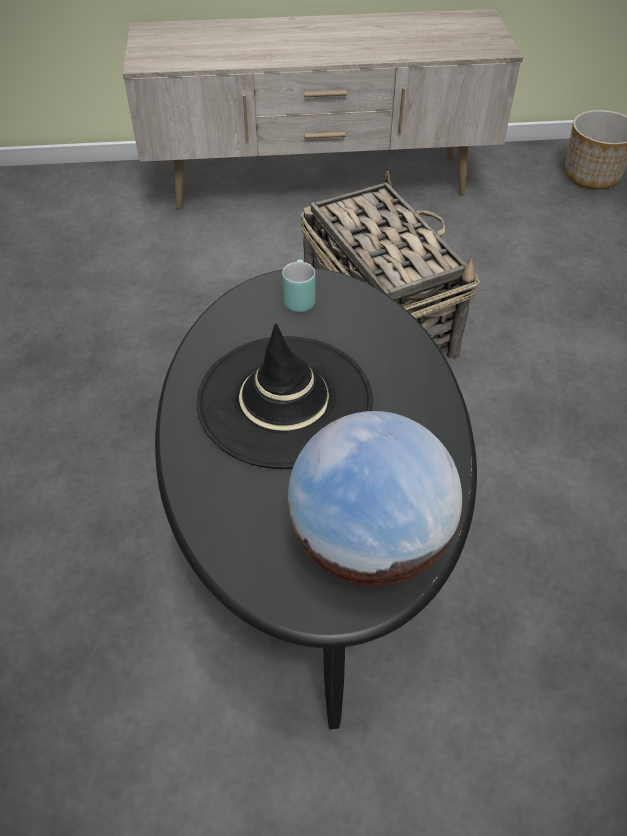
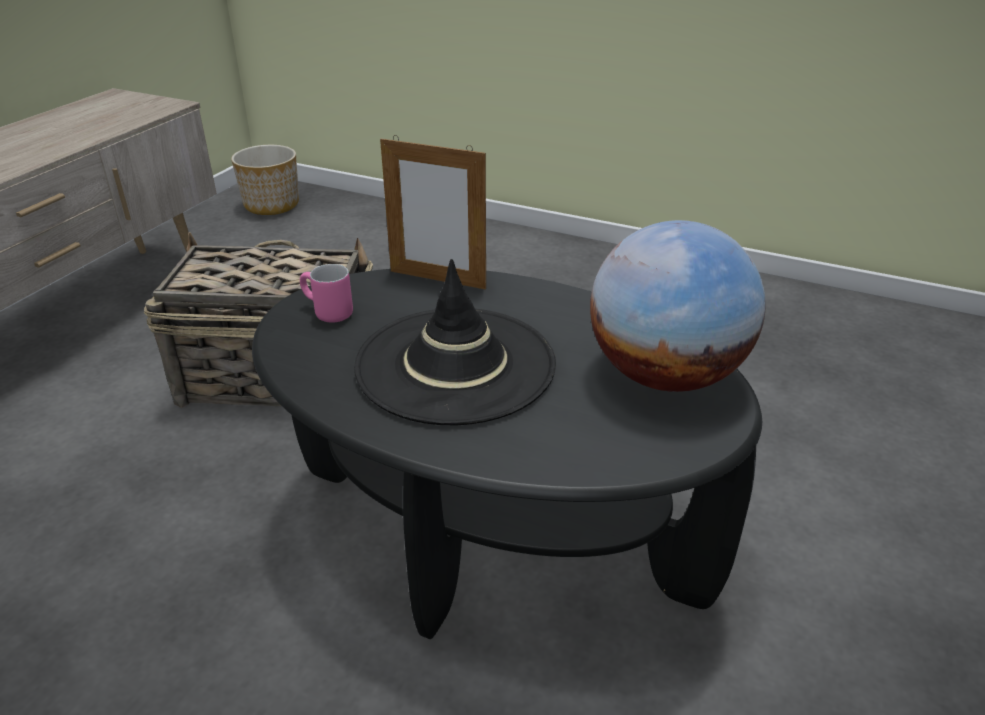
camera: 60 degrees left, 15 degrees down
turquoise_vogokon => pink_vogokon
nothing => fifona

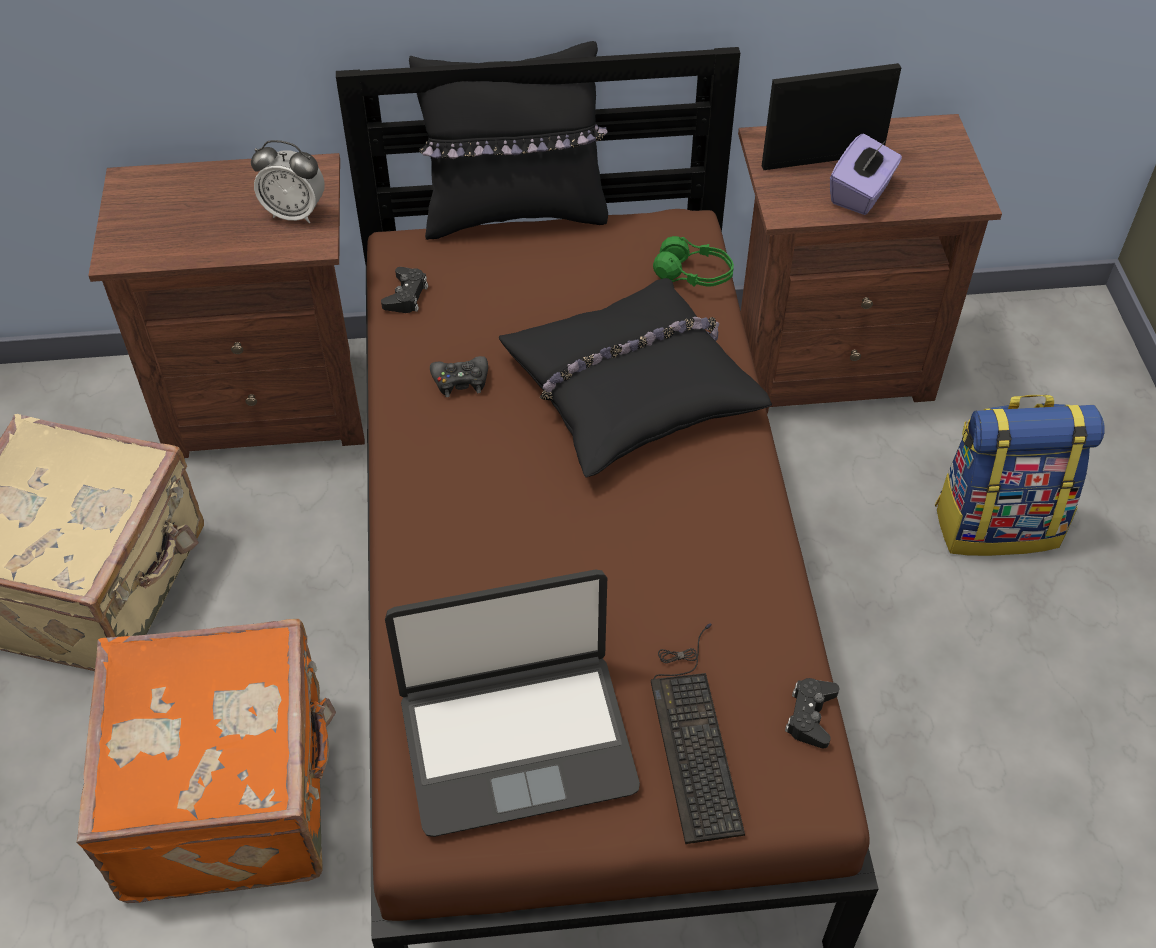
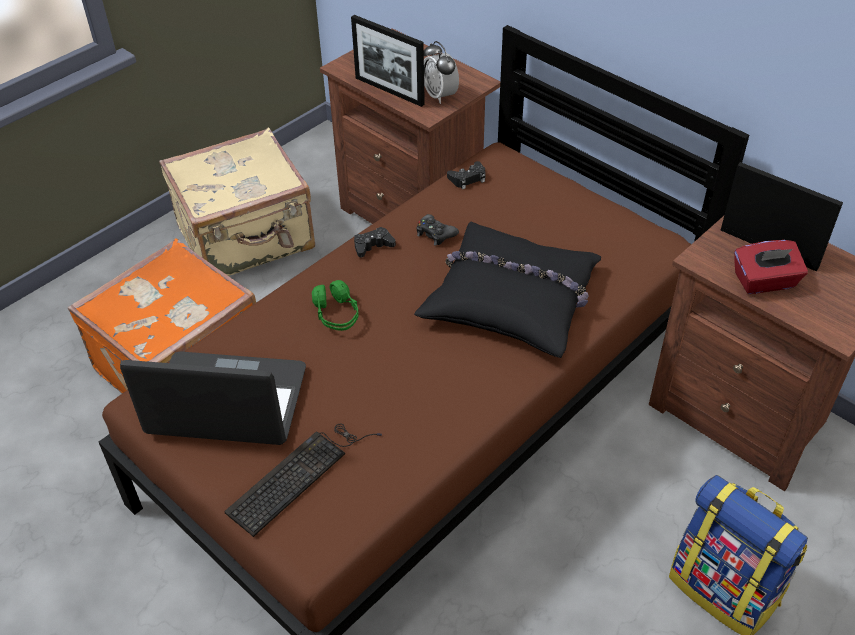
camera: 50 degrees right, 5 degrees down
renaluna, 150 degrees clockwise
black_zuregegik (1st from left) => nothing
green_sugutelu, moved
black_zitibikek (3rd from left in the first image) => black_zitibikek (1st from left), moved
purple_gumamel => red_gumamel
nothing => fifona (1st from left)

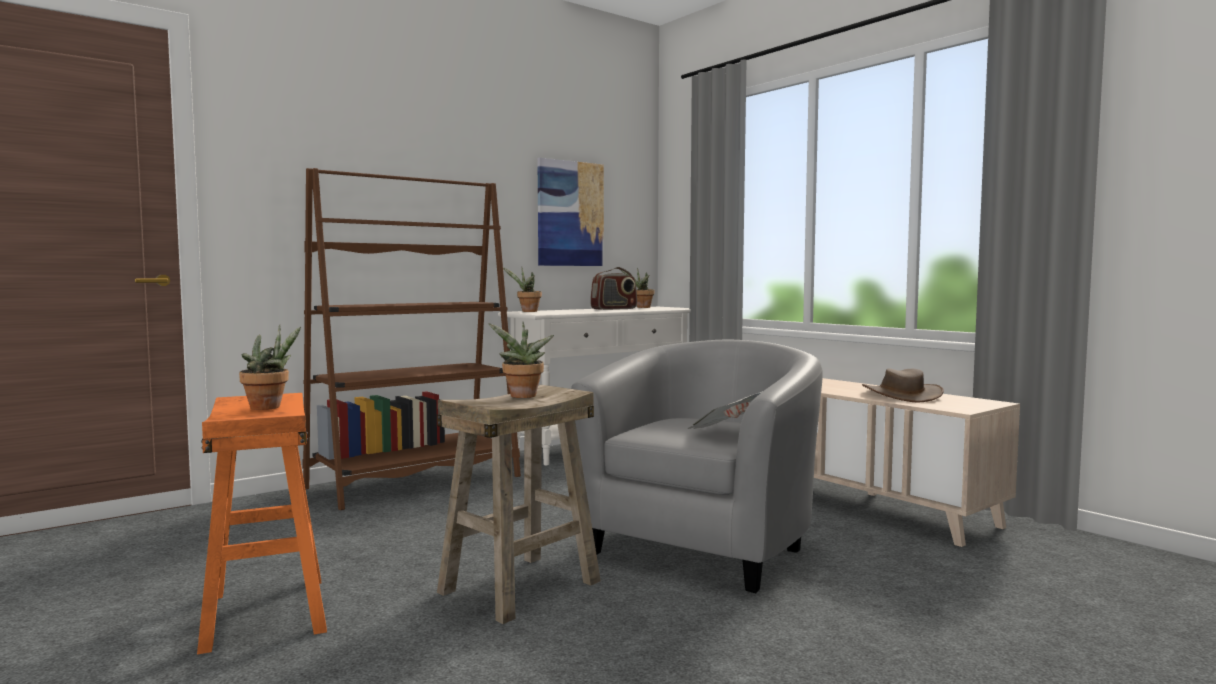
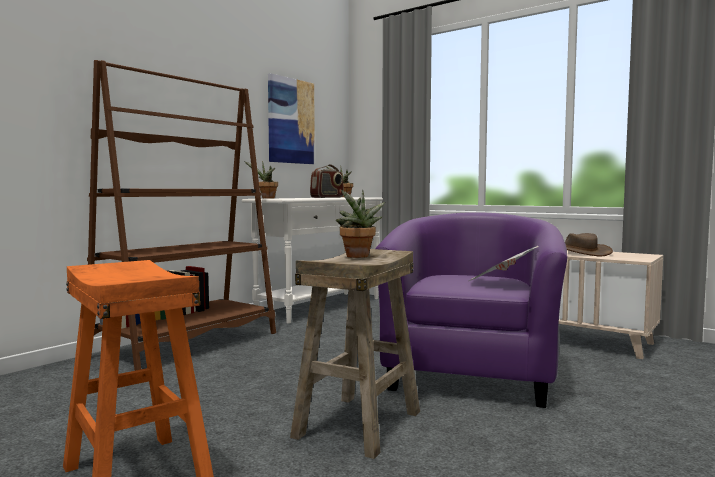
camera: 15 degrees left, 0 degrees up
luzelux (1st from left) => nothing
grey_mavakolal => purple_mavakolal

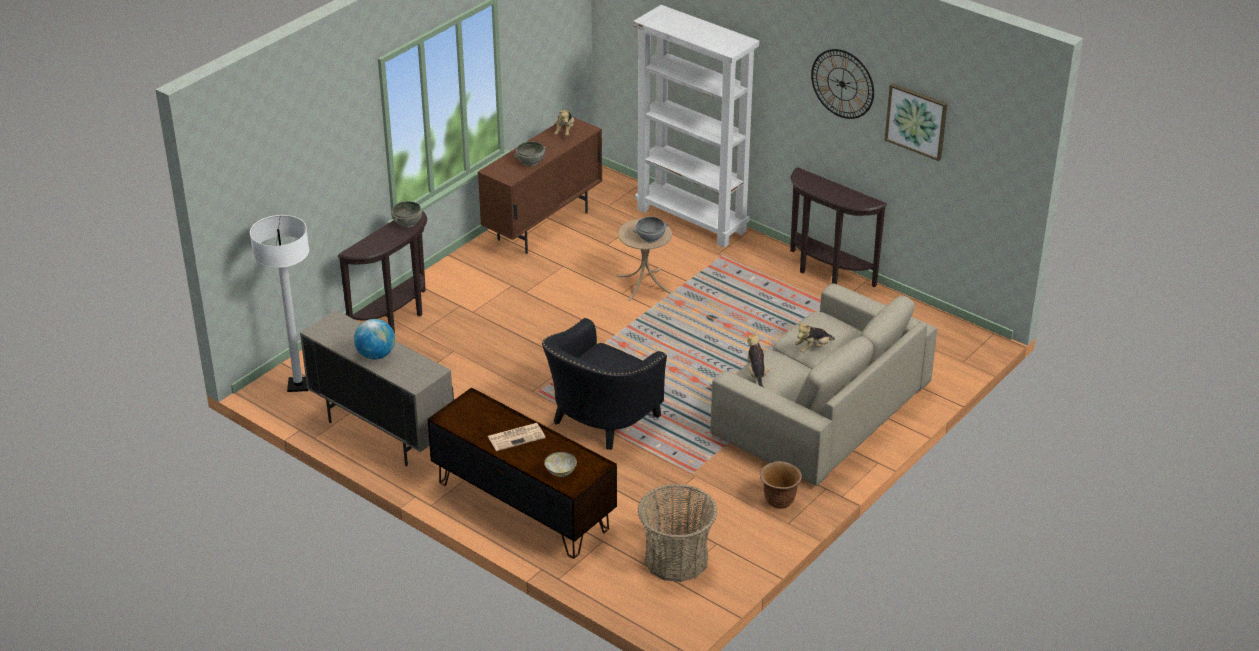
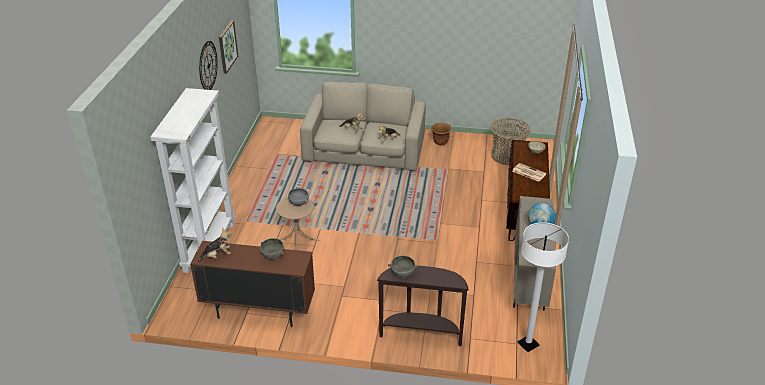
camera: 120 degrees left, 0 degrees up
black_mavakolal => nothing
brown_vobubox (2nd from left) => nothing

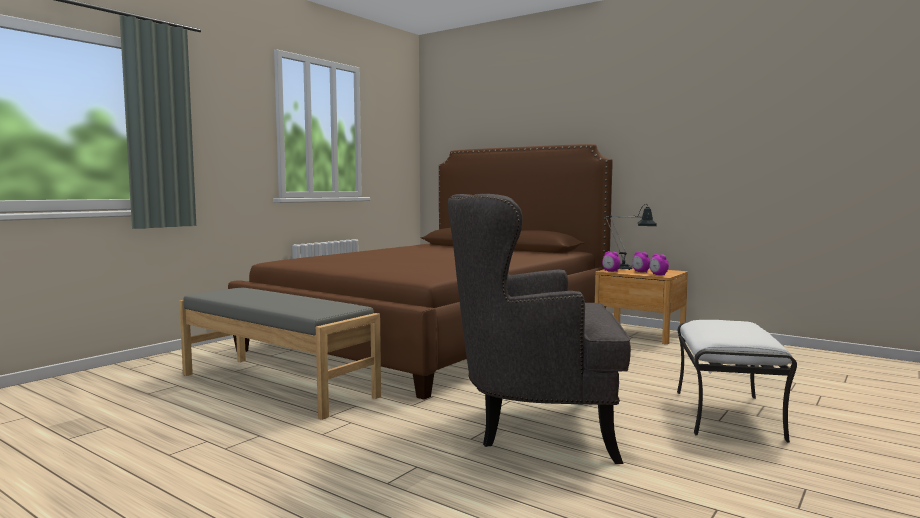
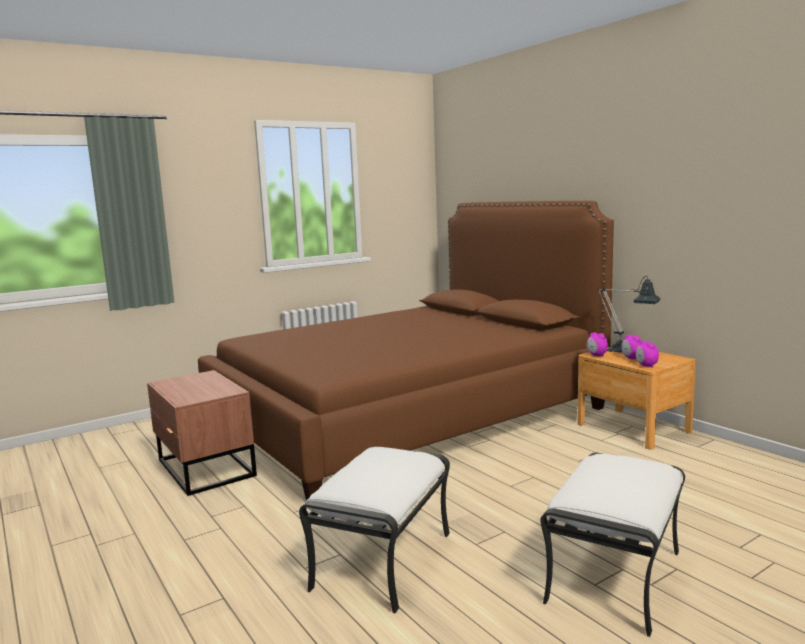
camera: 20 degrees right, 5 degrees up
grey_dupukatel => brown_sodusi (1st from left)
grey_mavakolal => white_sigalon (1st from left)

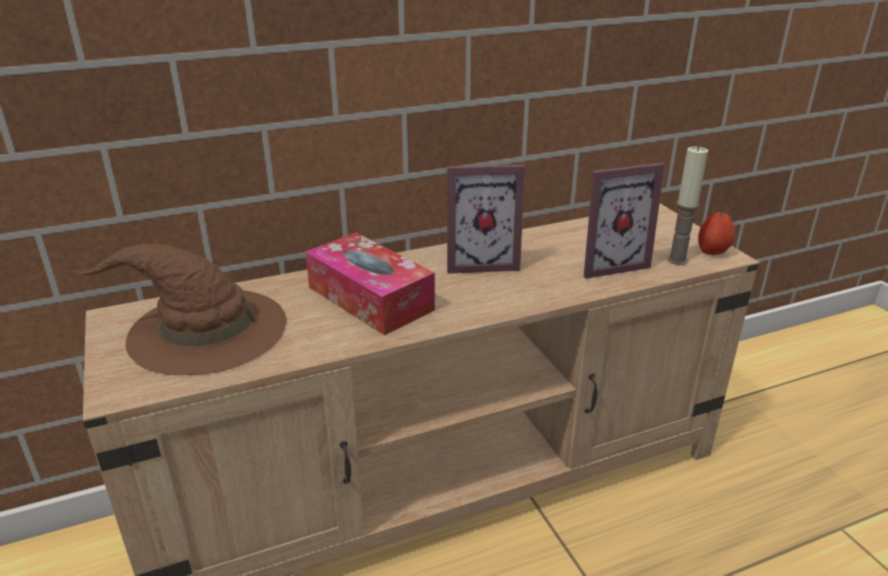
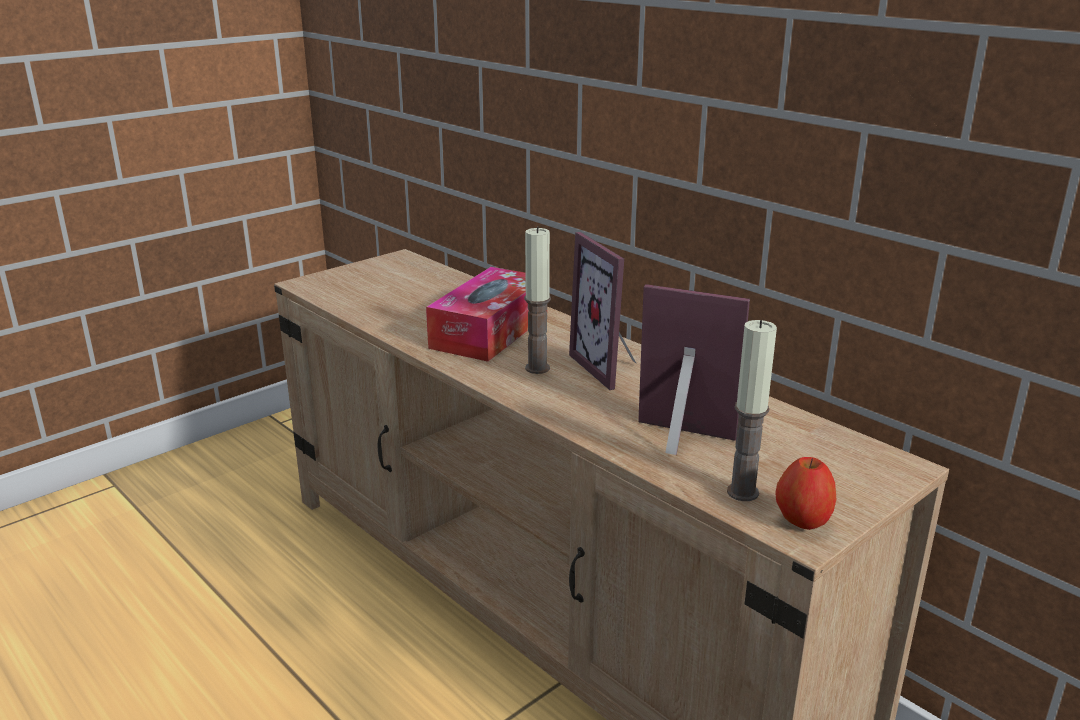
camera: 70 degrees right, 5 degrees down
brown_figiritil => nothing
fifona (2nd from left), 150 degrees clockwise
nothing => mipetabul (1st from left)

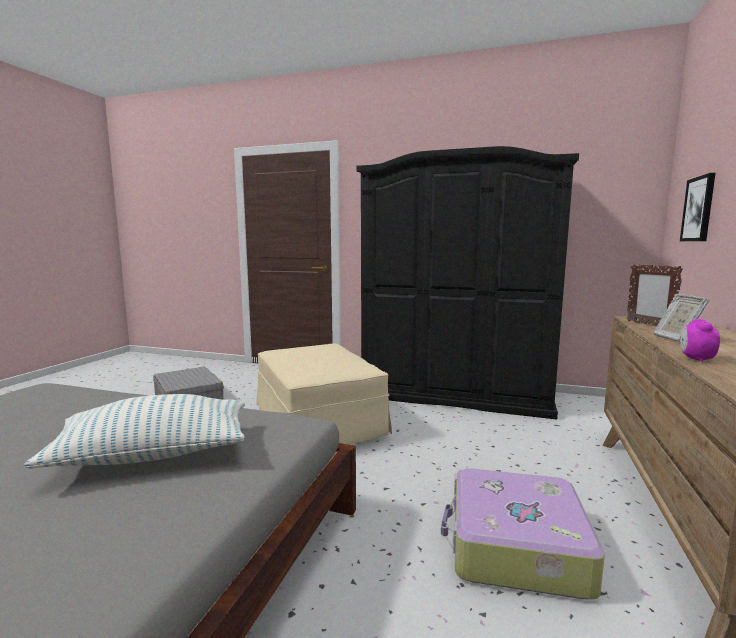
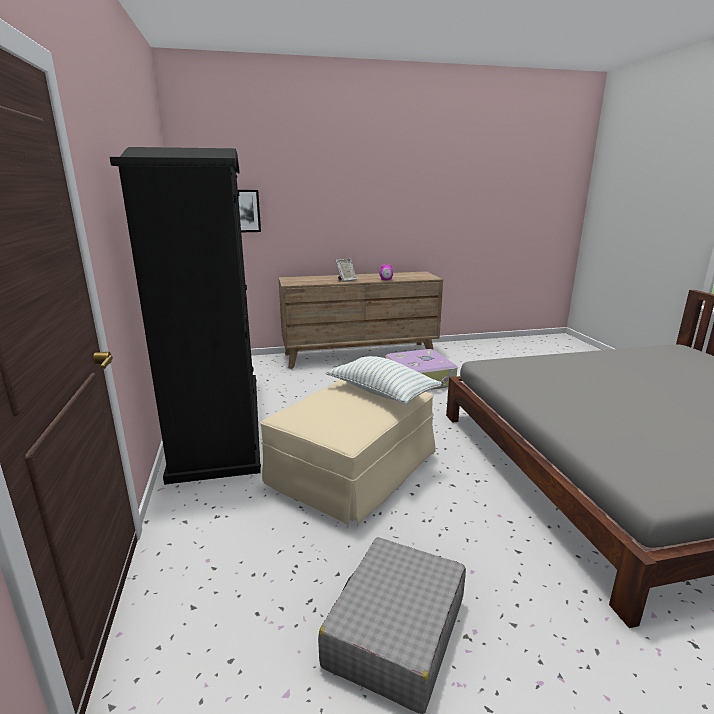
camera: 120 degrees left, 10 degrees up
zuregegik, moved
fifona (1st from left) => nothing

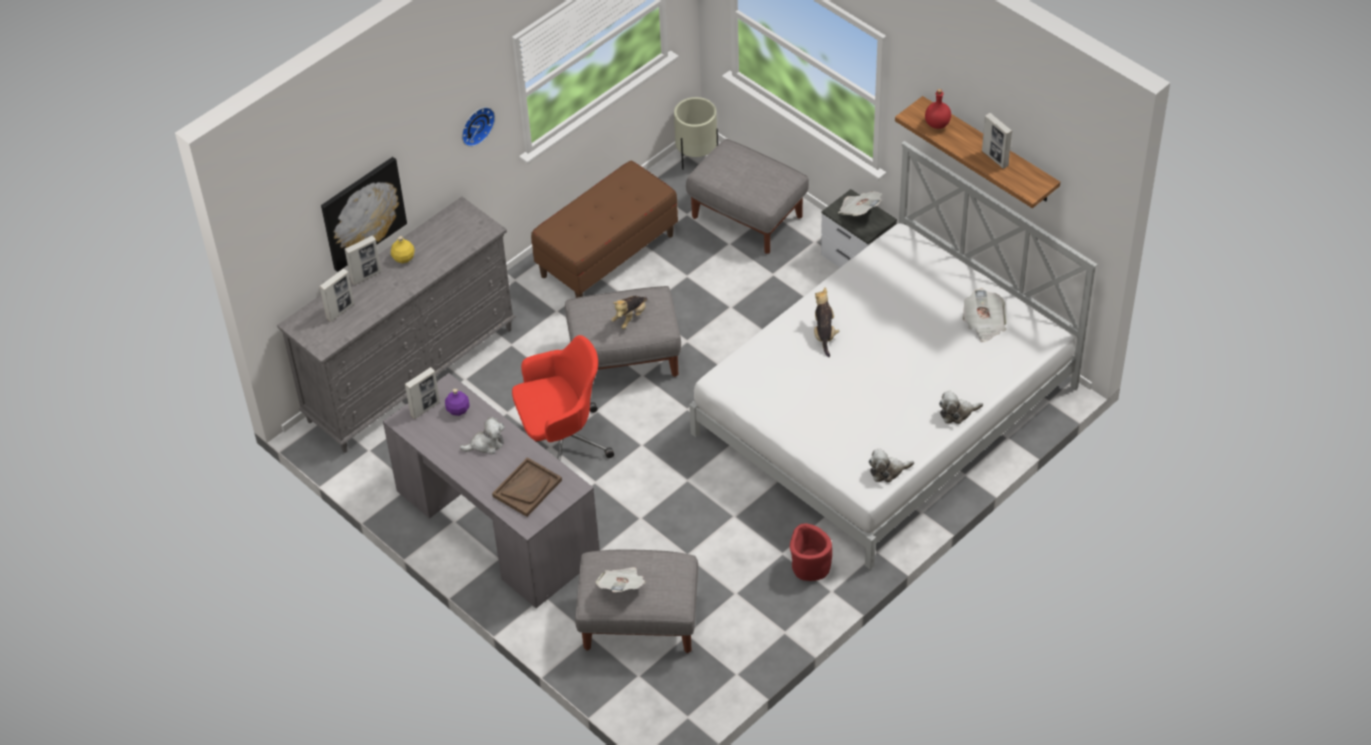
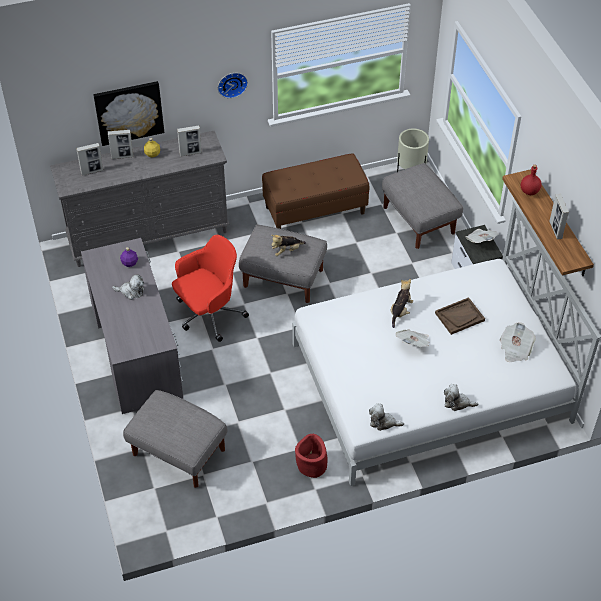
camera: 25 degrees right, 0 degrees up
fifona (3rd from left), moved
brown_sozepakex, moved
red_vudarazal, 45 degrees counterclockwise
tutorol (1st from left), moved

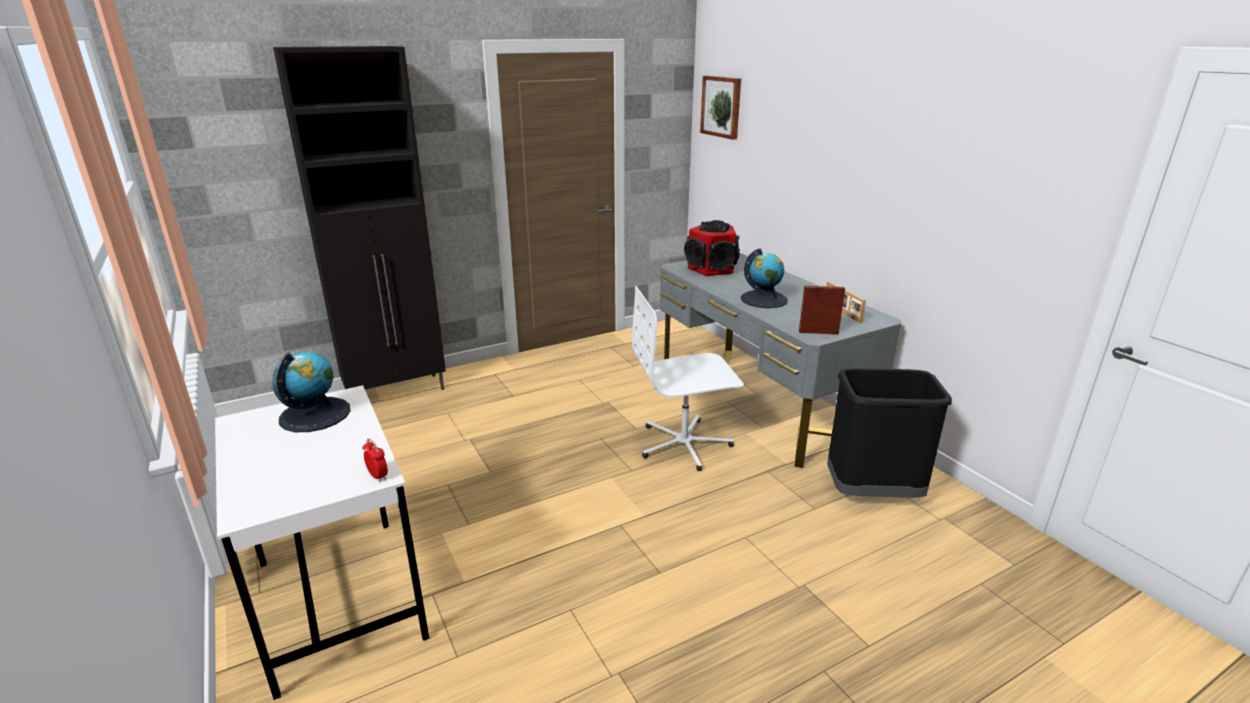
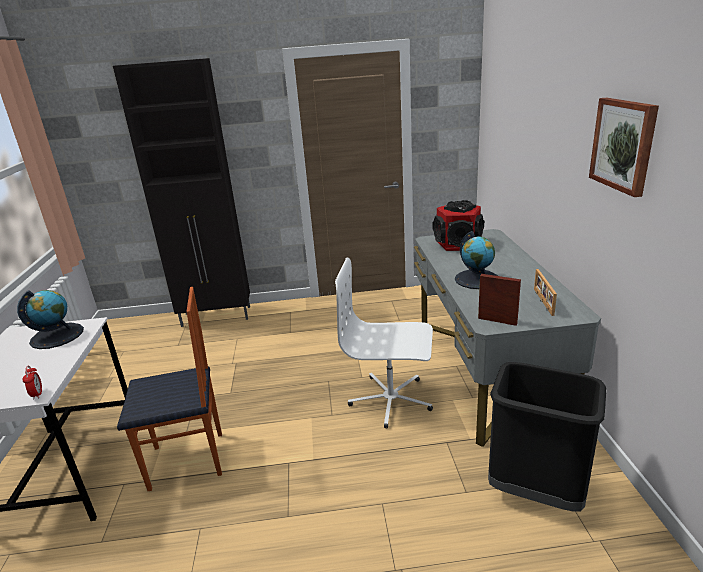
camera: 25 degrees right, 0 degrees up
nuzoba, moved
nothing => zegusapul

